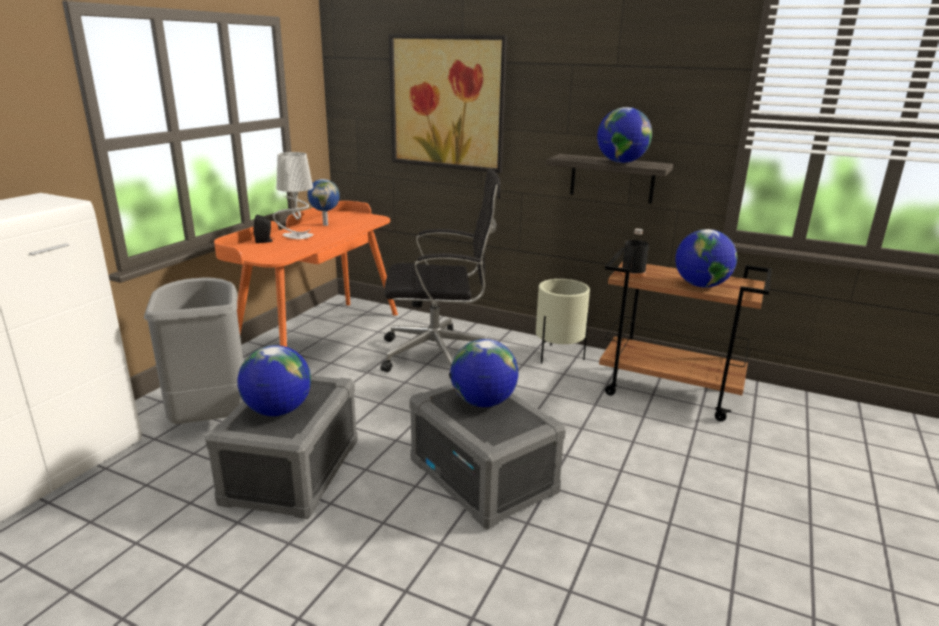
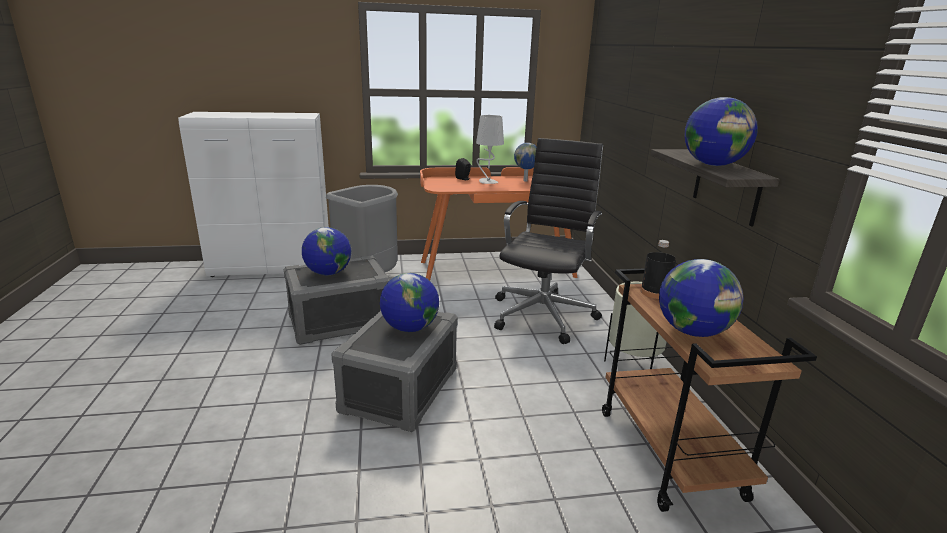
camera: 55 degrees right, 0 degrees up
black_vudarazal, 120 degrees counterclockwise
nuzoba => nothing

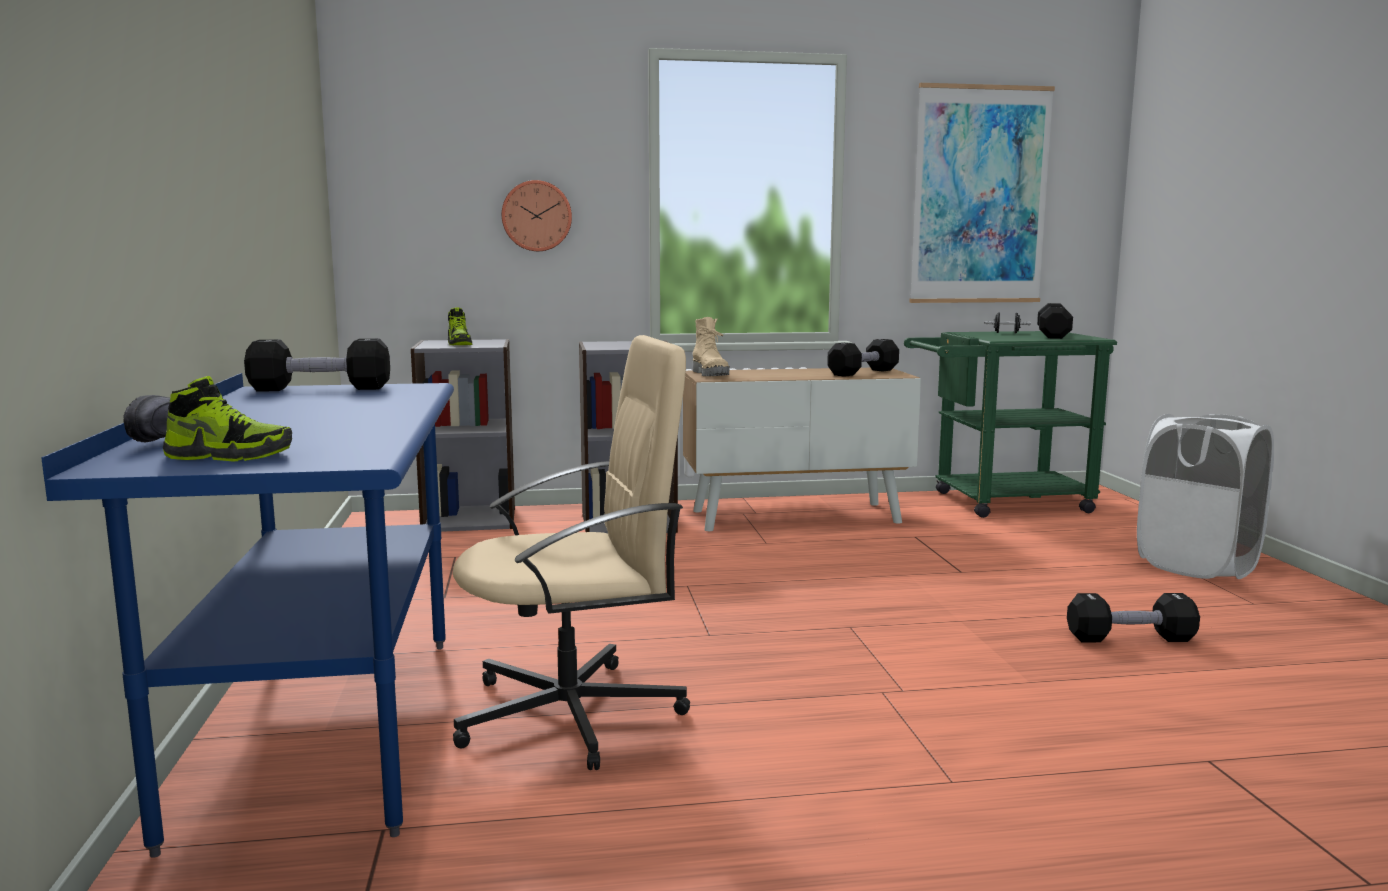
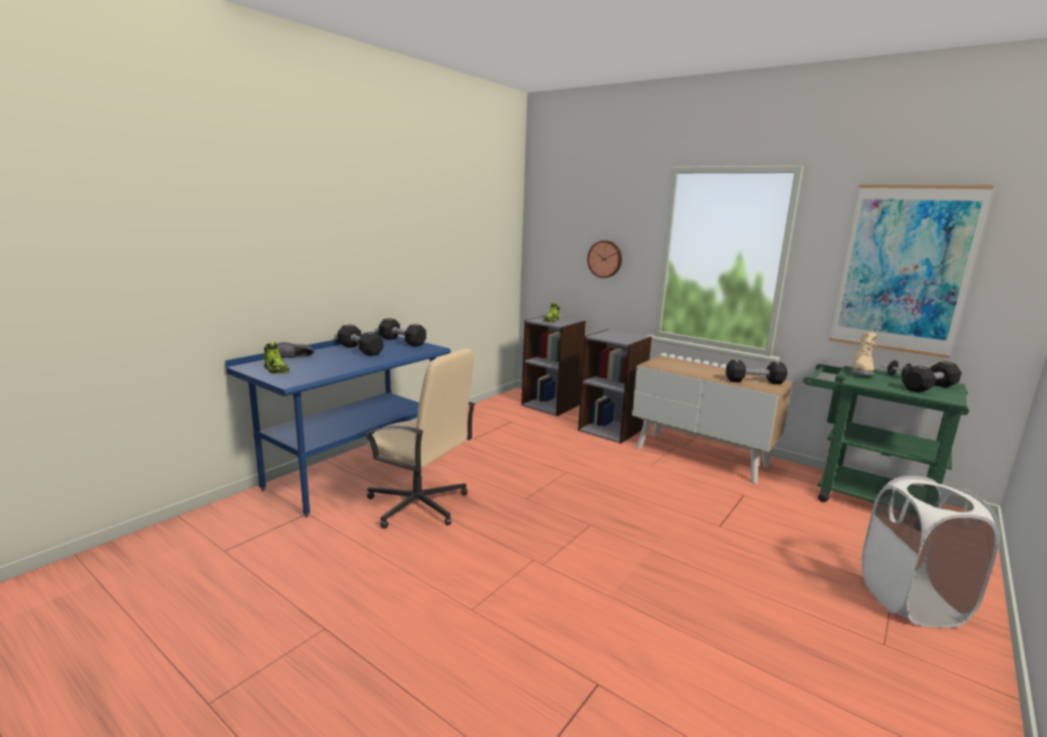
camera: 45 degrees right, 5 degrees up
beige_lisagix, moved
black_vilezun (5th from left in the first image) => black_vilezun (1st from left), moved

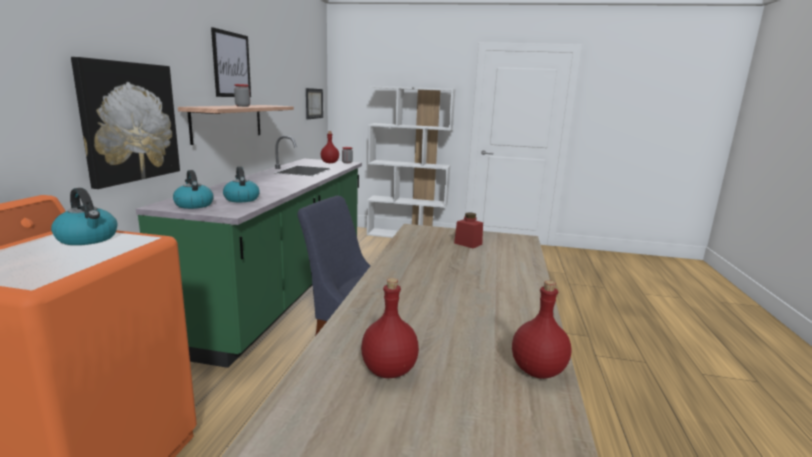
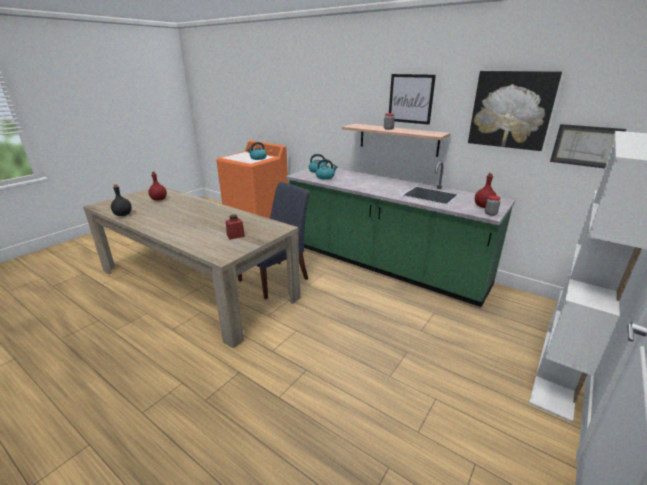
camera: 115 degrees right, 10 degrees up
nuzoba (1st from left in the first image) => nuzoba (2nd from left), moved
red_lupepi (3rd from left) => black_lupepi

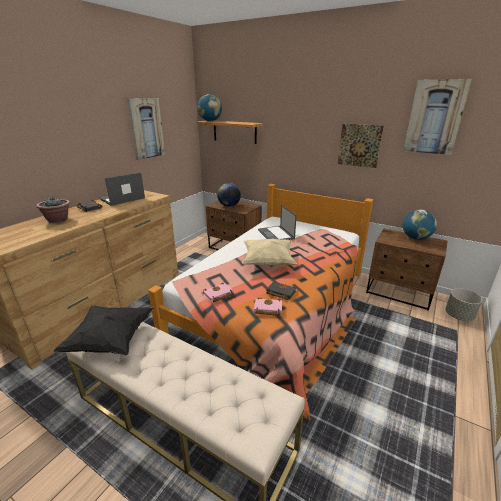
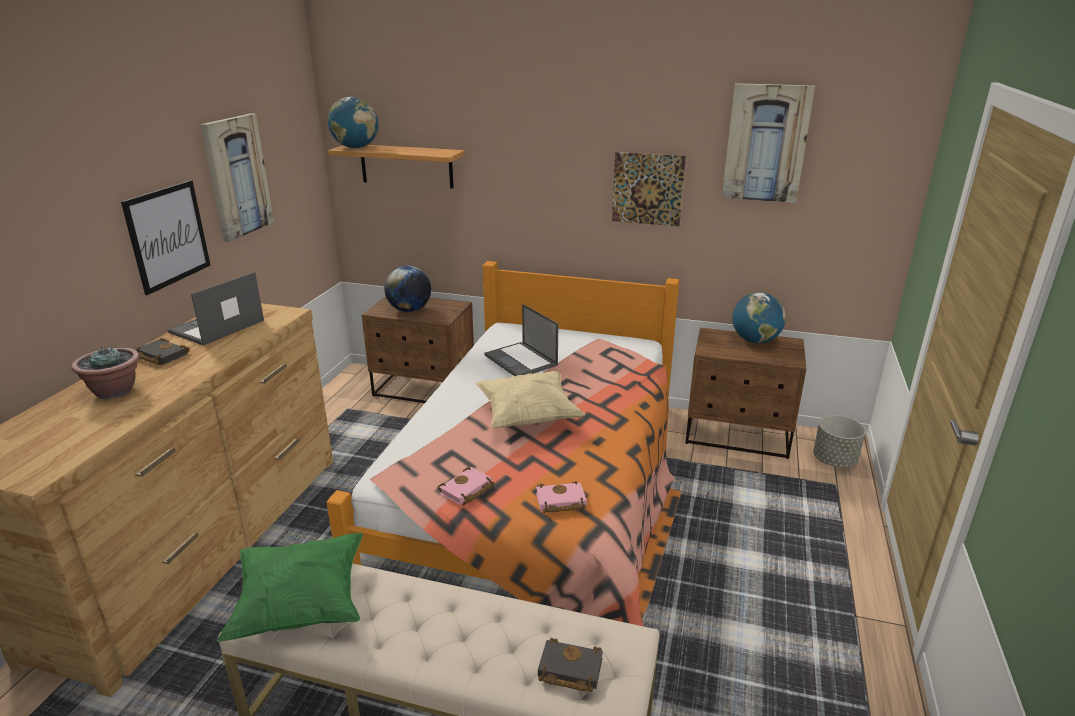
camera: 15 degrees left, 0 degrees up
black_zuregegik => green_zuregegik
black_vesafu (2nd from left), moved
nothing => nuzoba (1st from left)

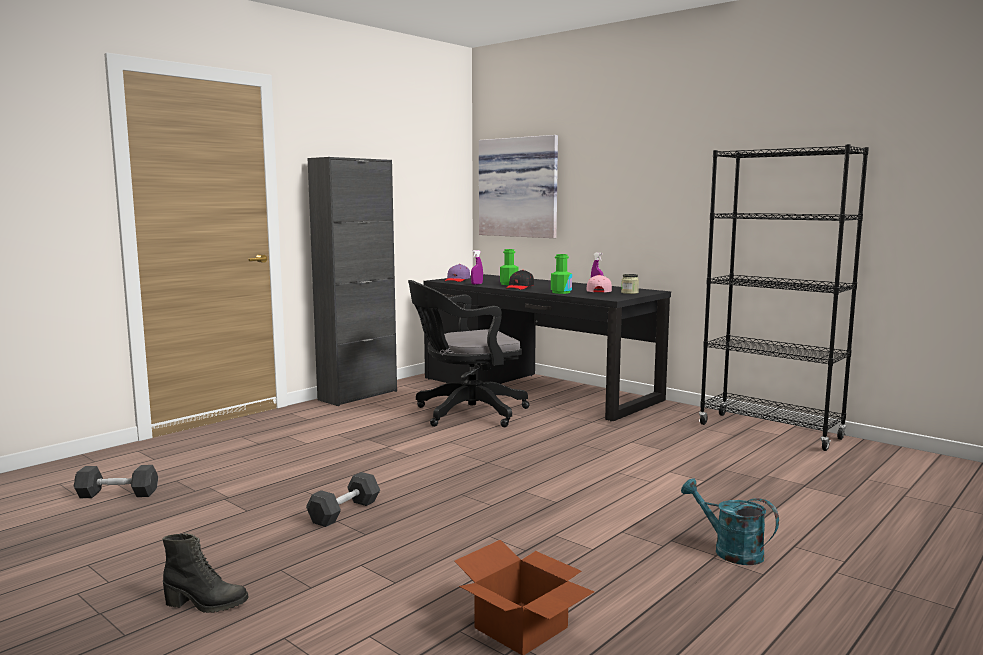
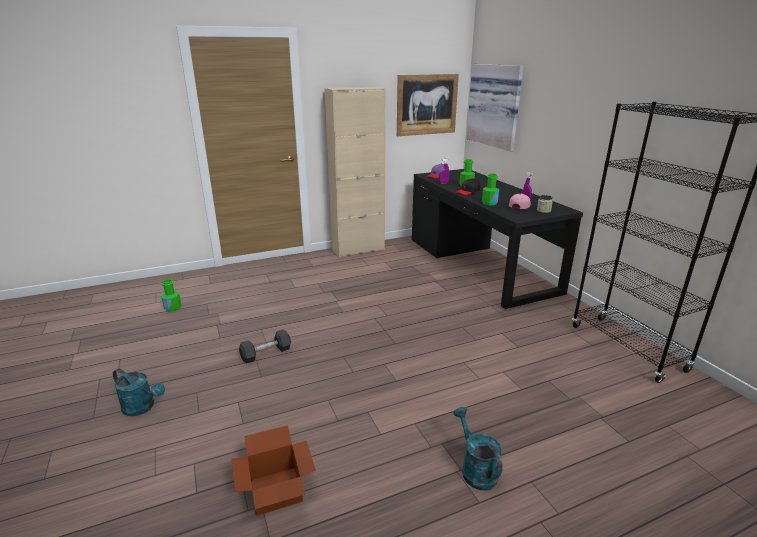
camera: 25 degrees right, 15 degrees up
grey_vilezun (1st from left) => green_lupepi (1st from left)
black_lisagix => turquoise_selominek (1st from left)
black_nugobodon => beige_nugobodon
black_vudarazal => nothing
nothing => nuzoba (1st from left)

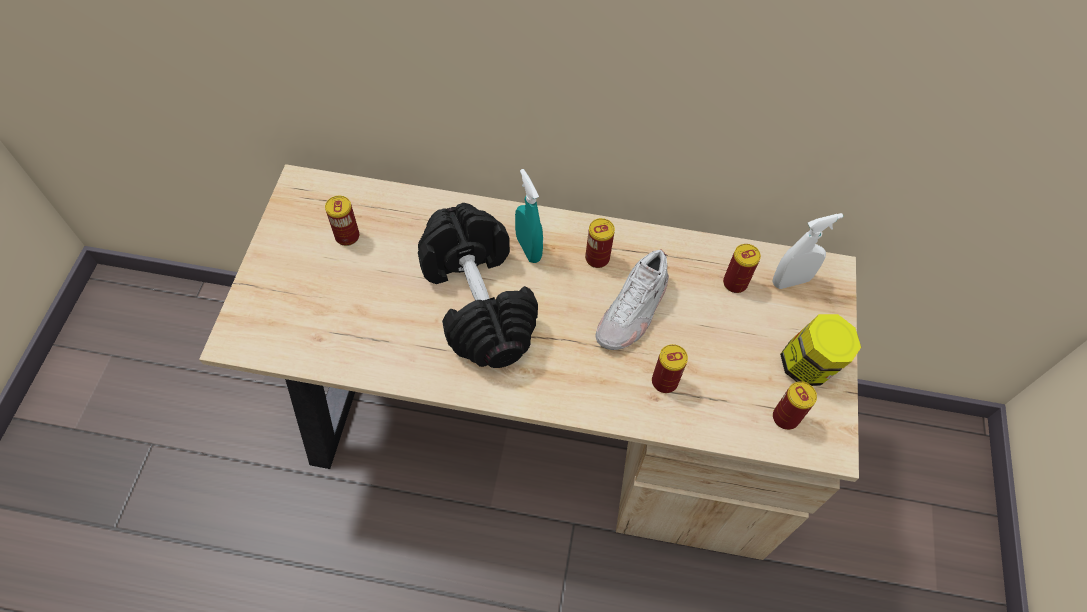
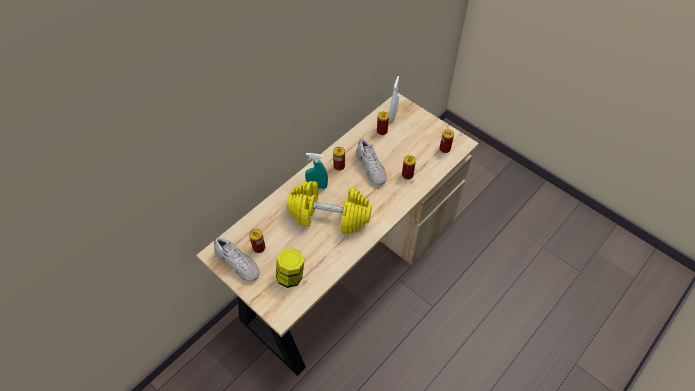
camera: 55 degrees left, 5 degrees down
black_vilezun => yellow_vilezun
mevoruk, moved
nothing => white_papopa (1st from left)

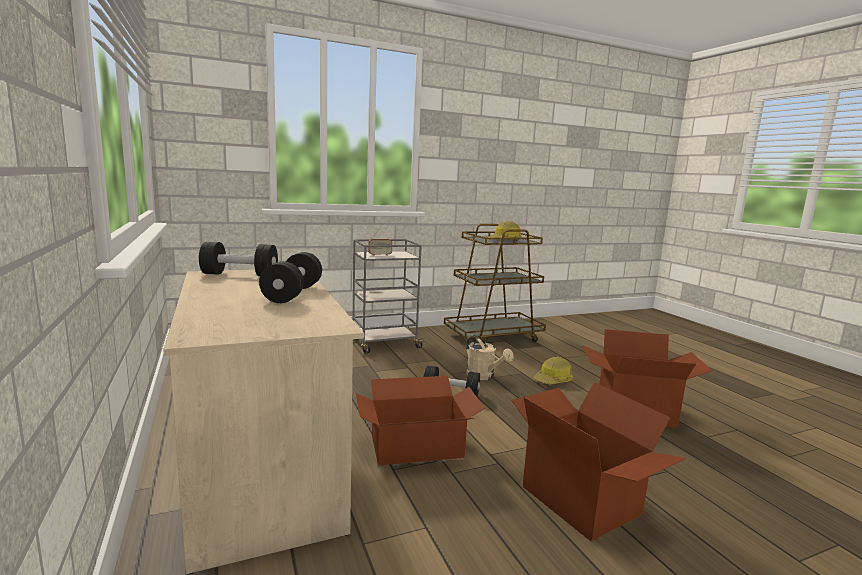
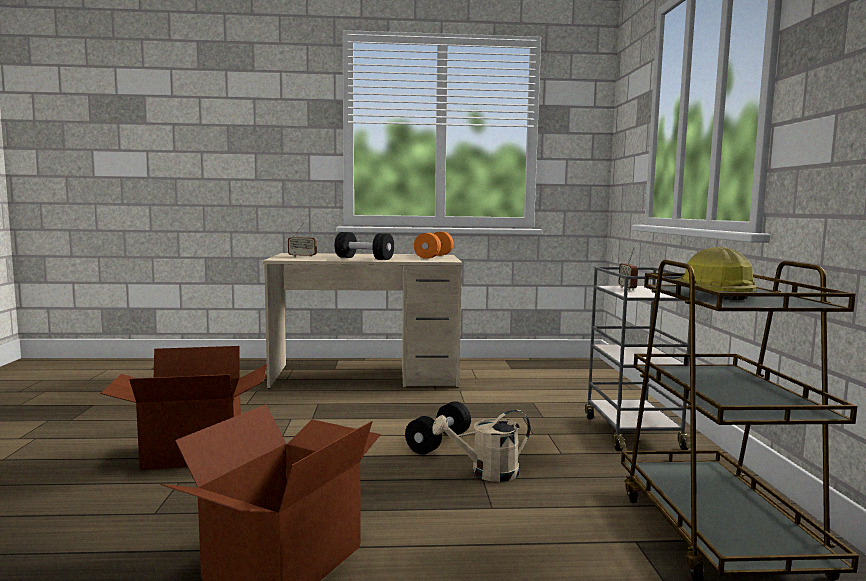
camera: 110 degrees right, 5 degrees down
black_vilezun (1st from left) => orange_vilezun
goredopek (1st from left) => nothing
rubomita (2nd from left) => nothing
nothing => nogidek (1st from left)

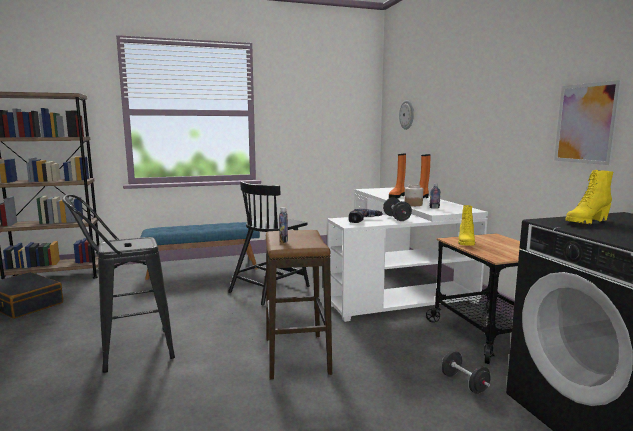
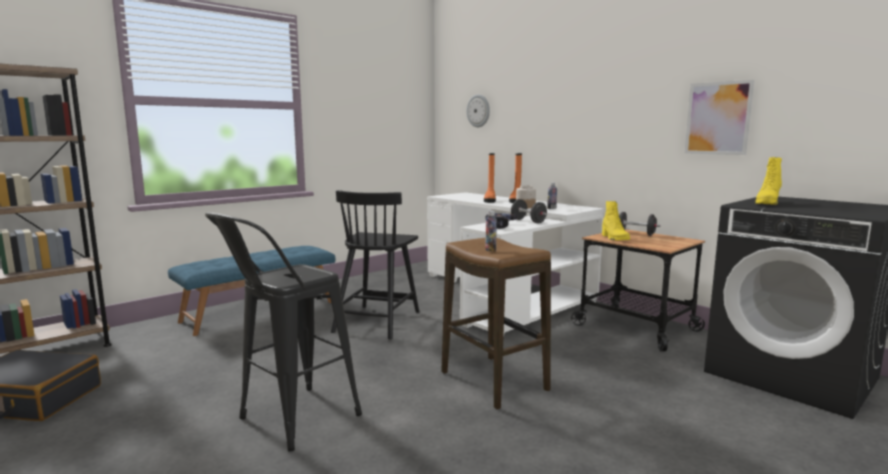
camera: 25 degrees left, 0 degrees up
black_vilezun (2nd from left), moved

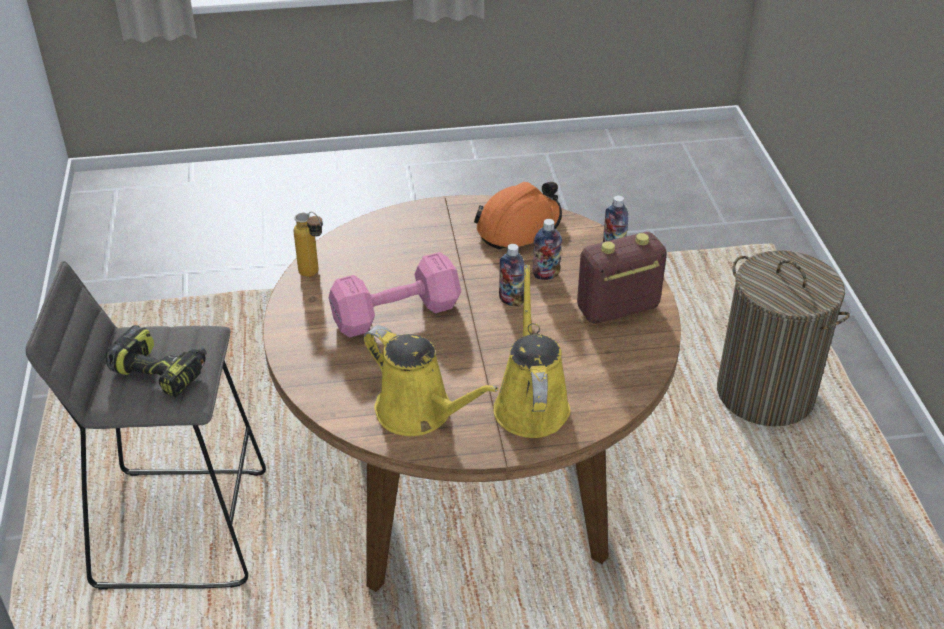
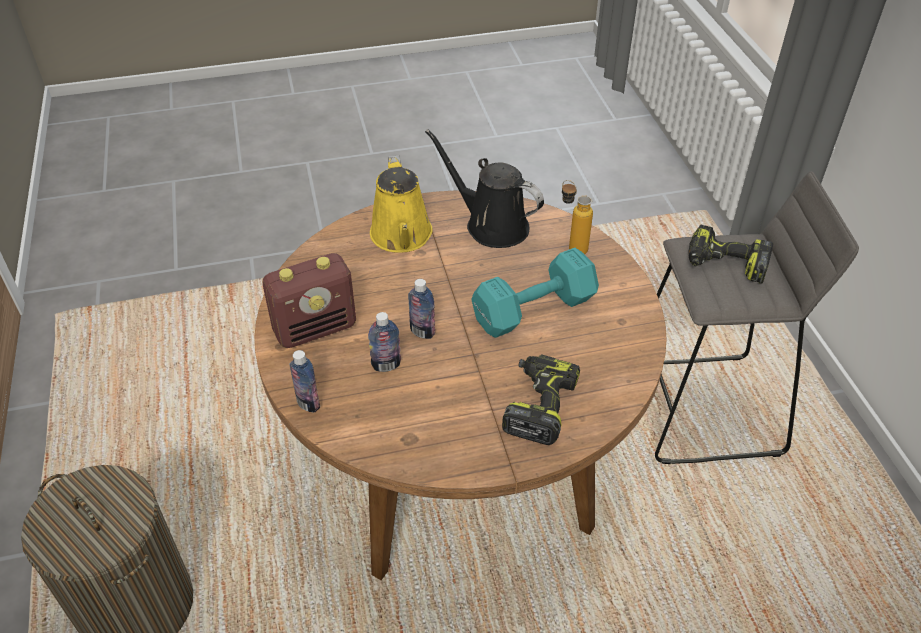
camera: 175 degrees right, 5 degrees up
lupepi (1st from left in the first image) => lupepi (4th from left), moved
pink_vilezun => turquoise_vilezun
yellow_selominek (1st from left) => black_selominek
orange_rubomita => nothing
nothing => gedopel (1st from left)

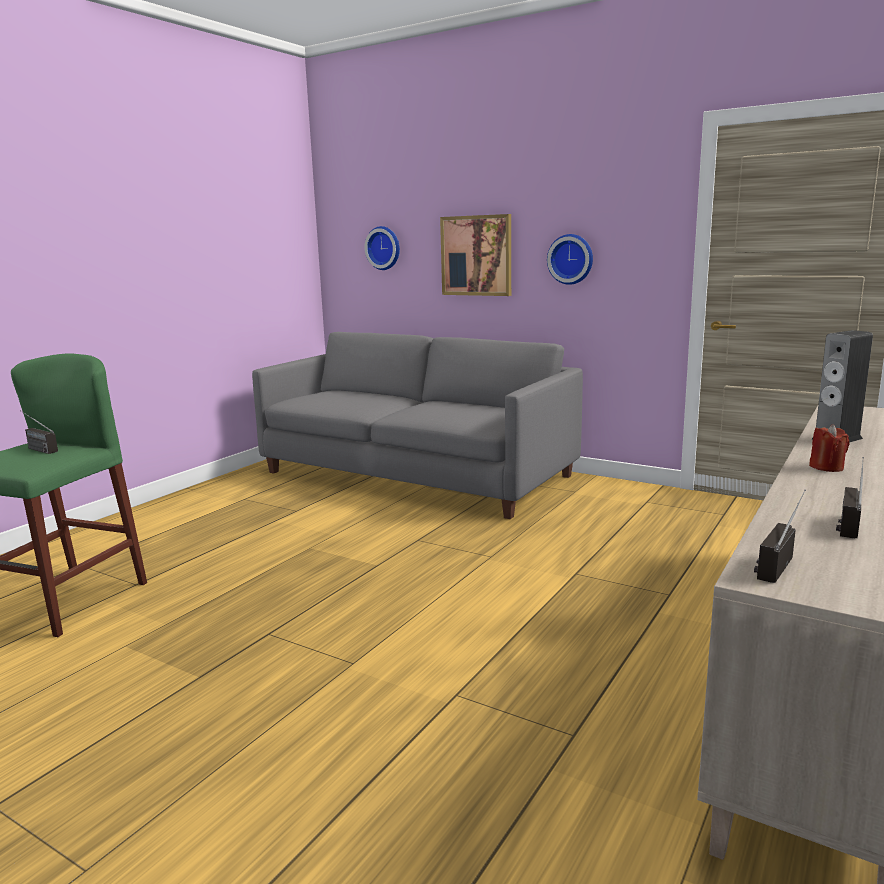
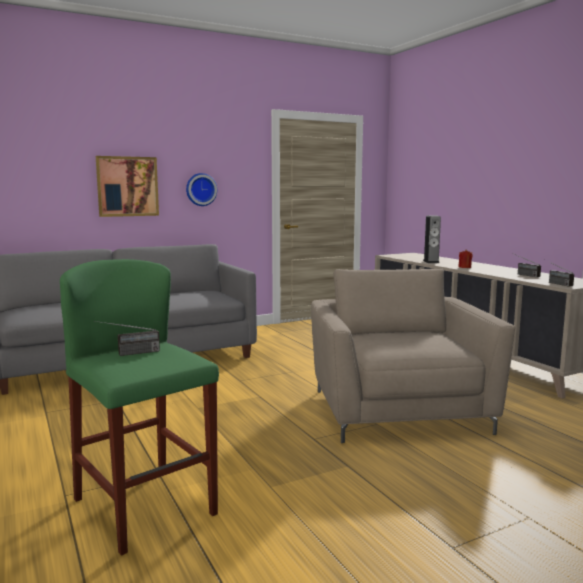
camera: 60 degrees left, 5 degrees down
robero (1st from left) => nothing
nothing => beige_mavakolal

